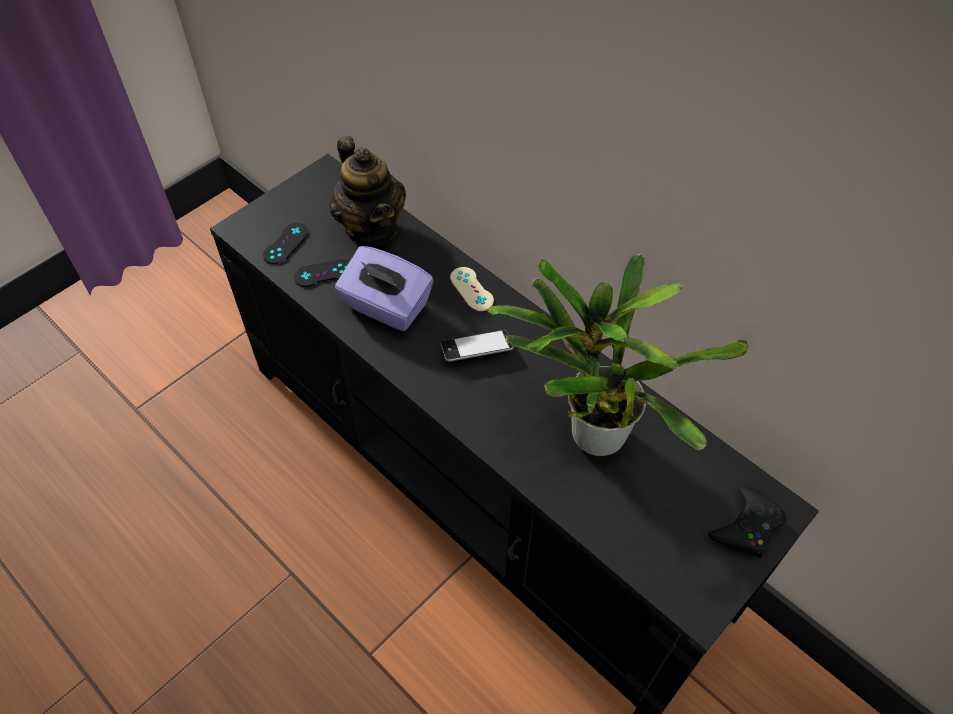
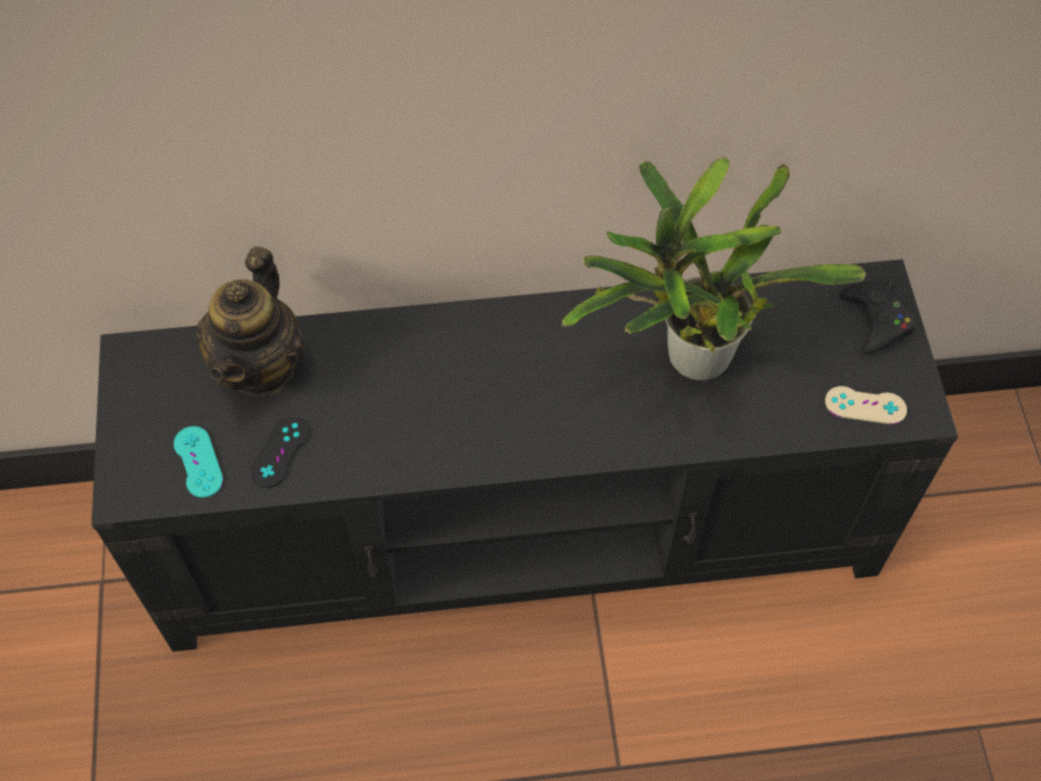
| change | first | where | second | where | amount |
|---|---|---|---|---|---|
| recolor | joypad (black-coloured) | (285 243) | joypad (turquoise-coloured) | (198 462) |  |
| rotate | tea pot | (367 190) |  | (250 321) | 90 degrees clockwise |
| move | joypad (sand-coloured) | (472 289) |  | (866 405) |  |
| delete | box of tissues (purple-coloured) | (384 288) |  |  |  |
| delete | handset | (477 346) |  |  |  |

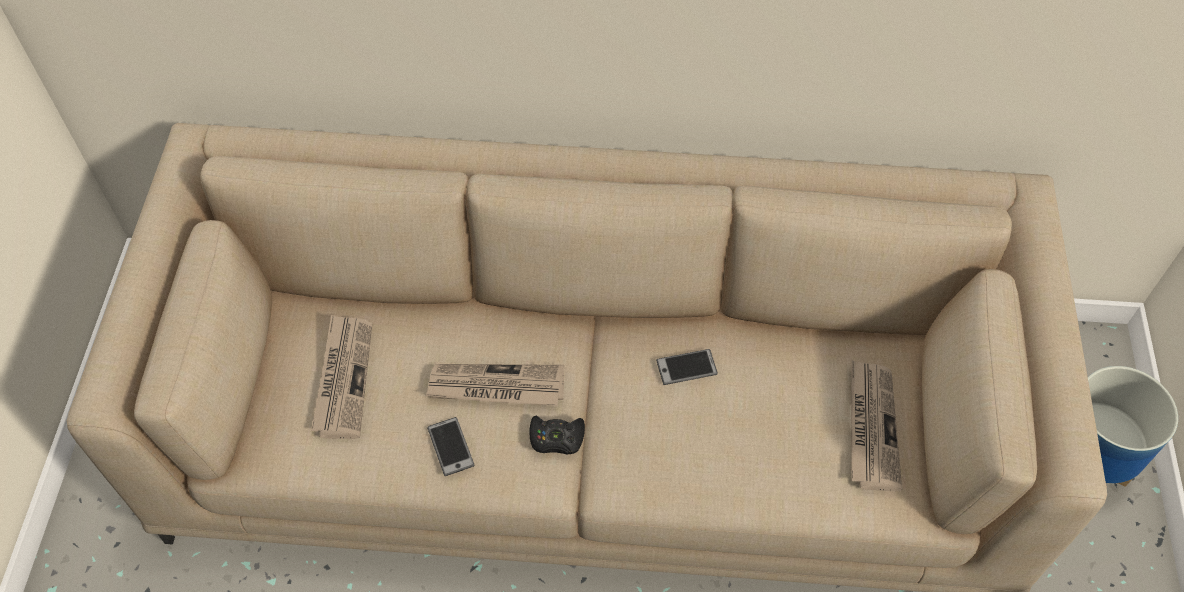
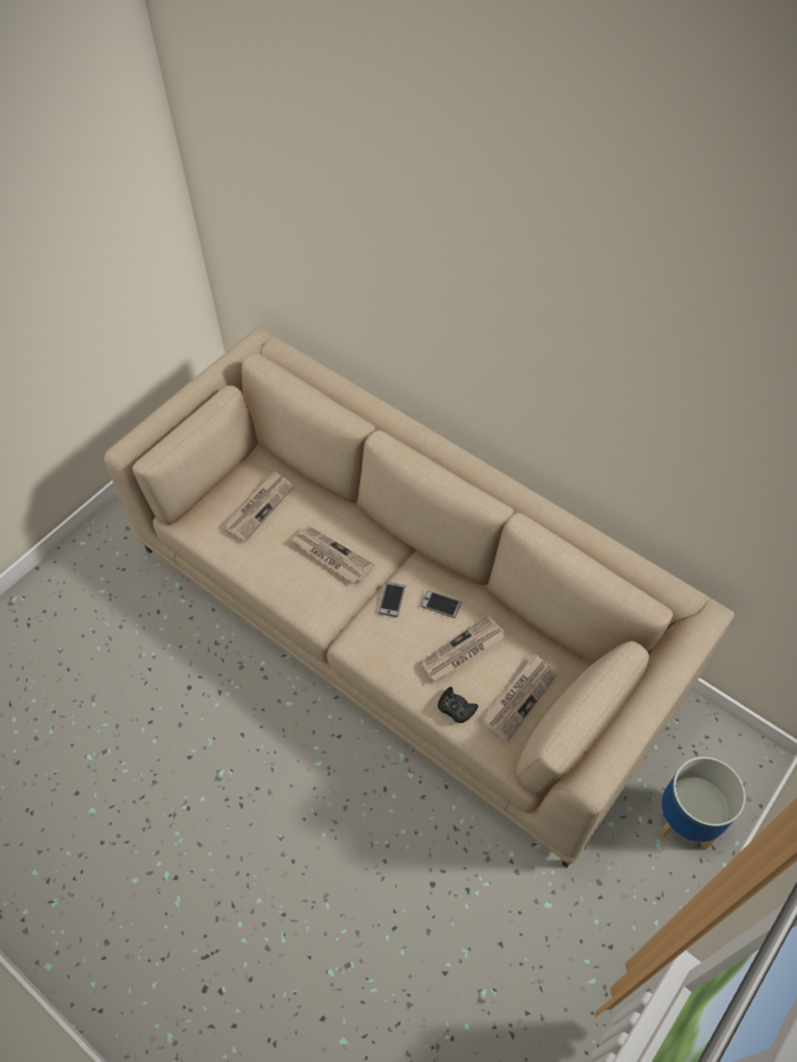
| change | first | where | second | where | amount |
|---|---|---|---|---|---|
| move | handset | (450 446) |  | (392 599) |  |
| insert |  |  | newspaper | (463 648) |  |
| move | joypad (black-coloured) | (557 435) |  | (458 705) |  |

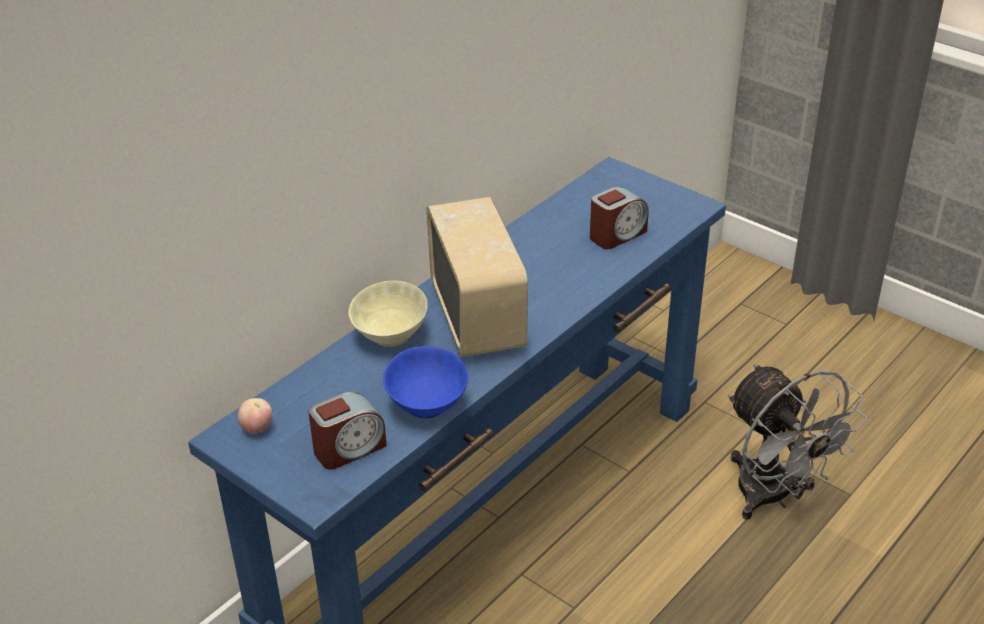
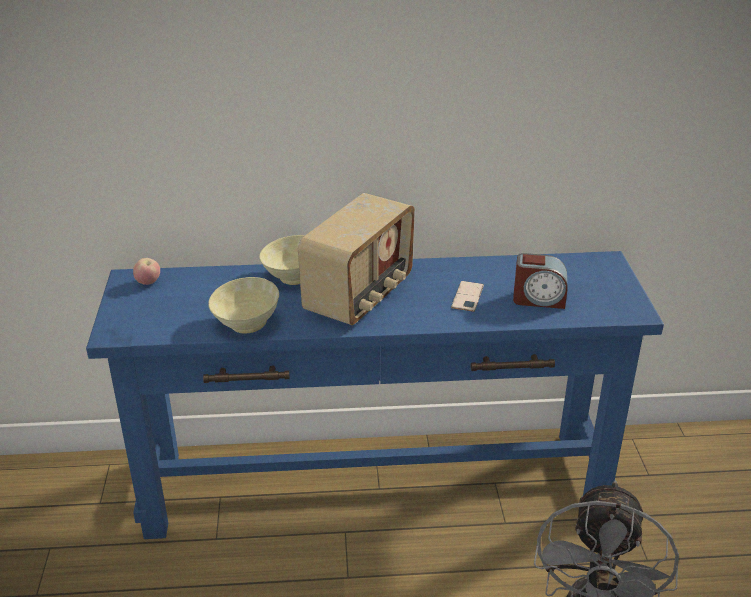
| change | first | where | second | where | amount |
|---|---|---|---|---|---|
| recolor | bowl (blue-coloured) | (425 382) | bowl (sand-coloured) | (243 305) |  |
| insert |  |  | handset | (467 296) |  |
| delete | alarm clock | (347 431) |  |  |  |

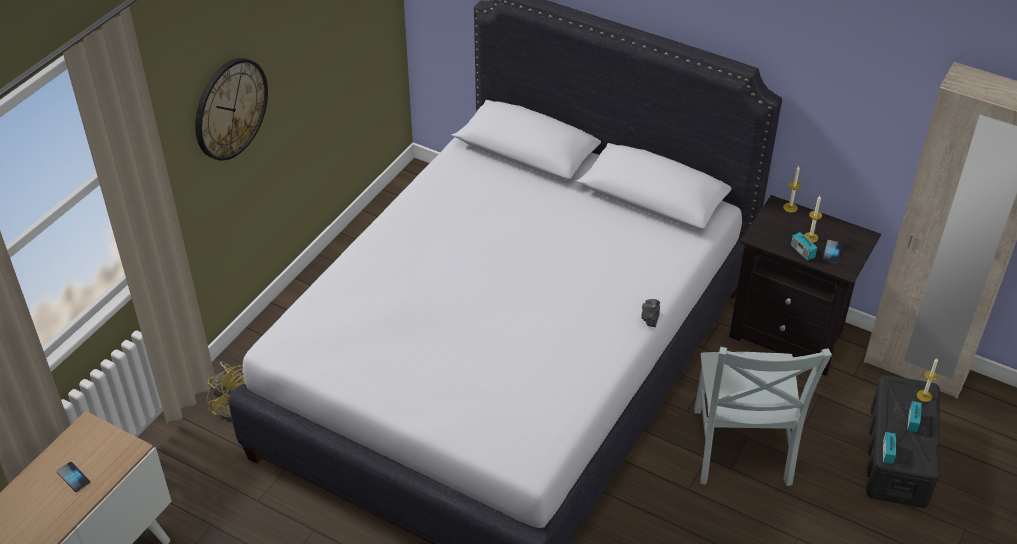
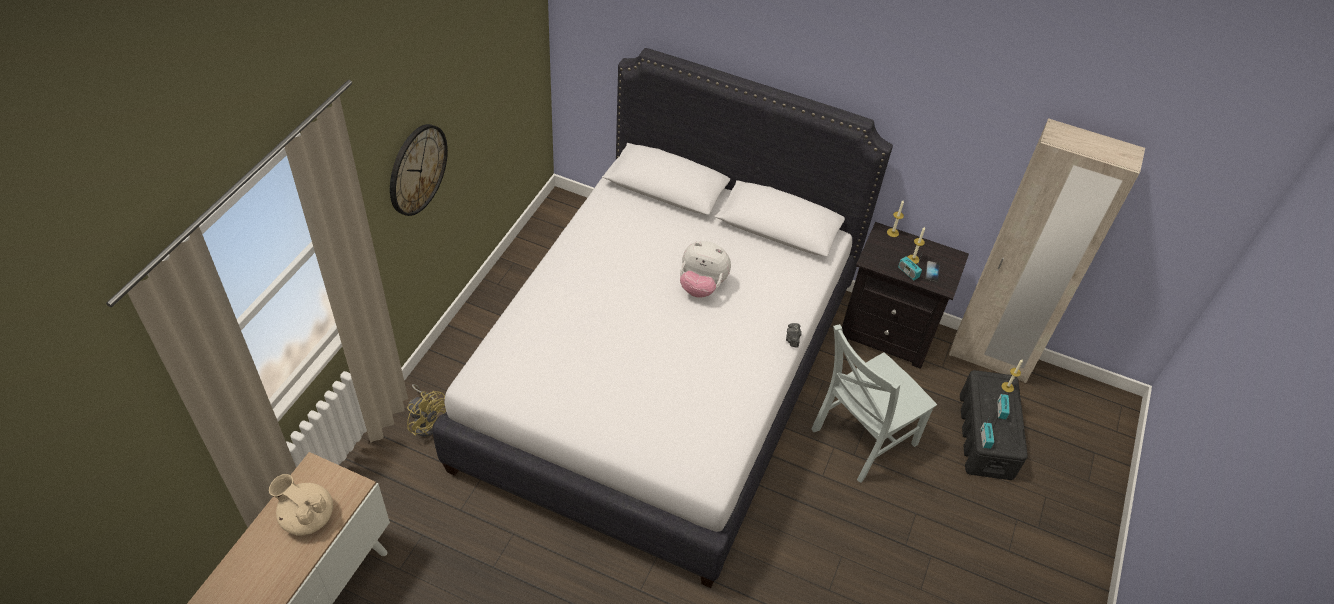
| change | first | where | second | where | amount |
|---|---|---|---|---|---|
| replace | handset | (73 477) | tea pot (sand-coloured) | (301 505) |  |
| insert |  |  | soft toy | (705 269) |  |
| rotate | chair (gray) | (763 416) |  | (874 403) | 60 degrees clockwise |

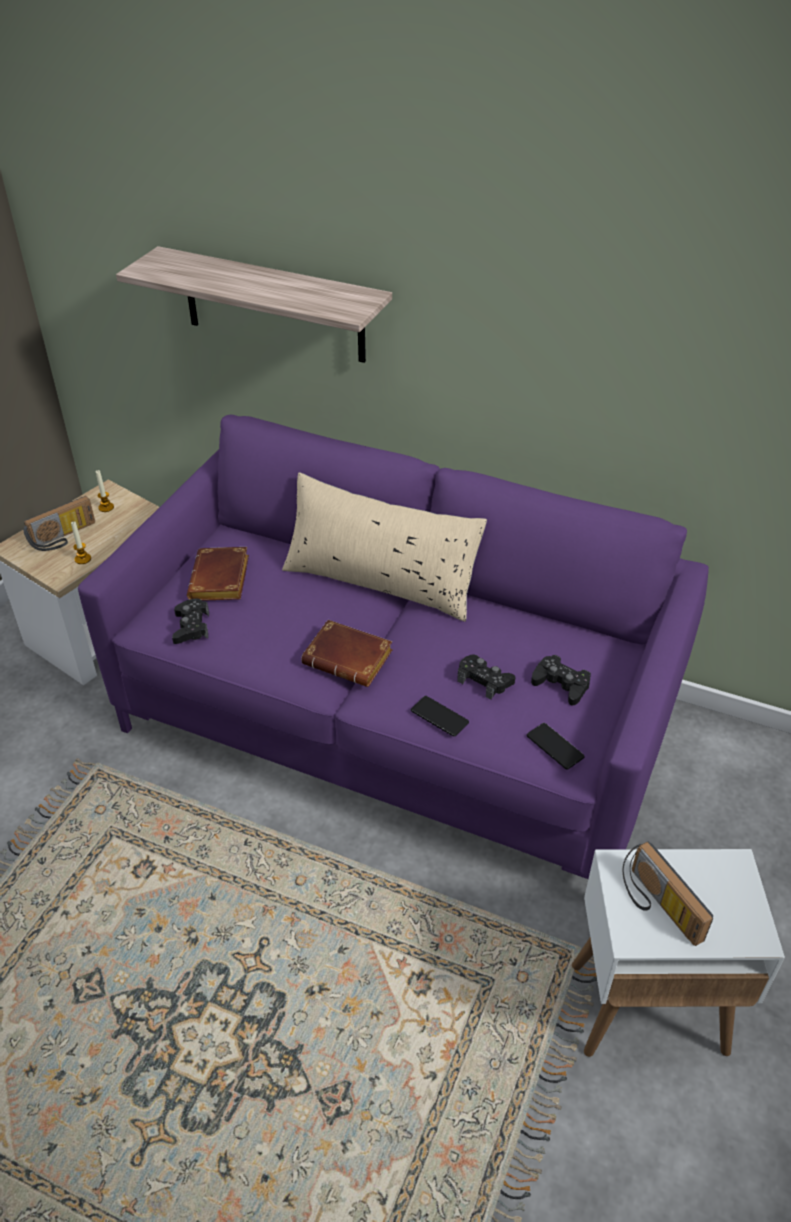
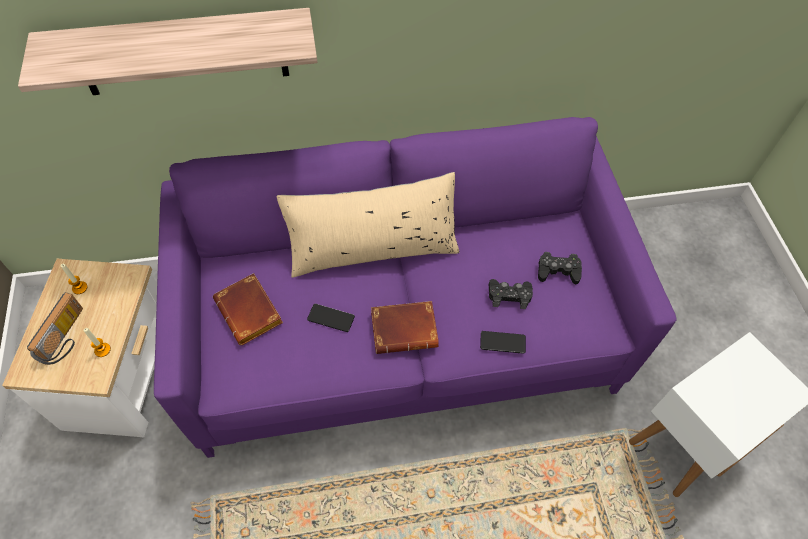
| change | first | where | second | where | amount |
|---|---|---|---|---|---|
| move | handset | (556 746) |  | (331 318) |  |
| delete | joypad (black-coloured) | (190 621) |  |  |  |
| delete | radio | (668 893) |  |  |  |

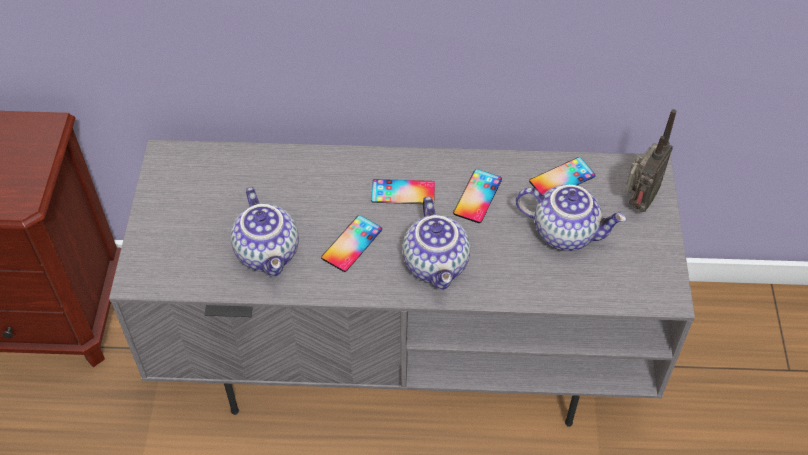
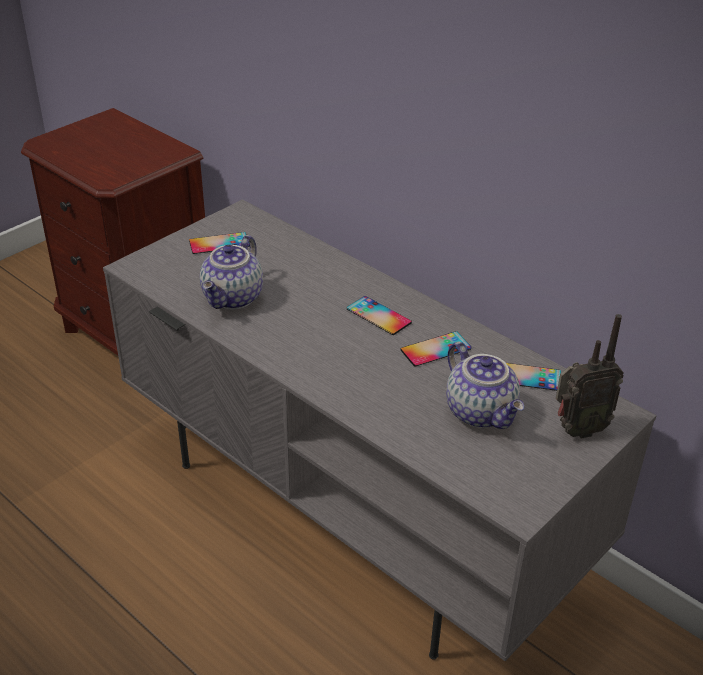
| change | first | where | second | where | amount |
|---|---|---|---|---|---|
| move | handset | (351 243) |  | (219 243) |  |
| delete | tea pot | (436 243) |  |  |  |

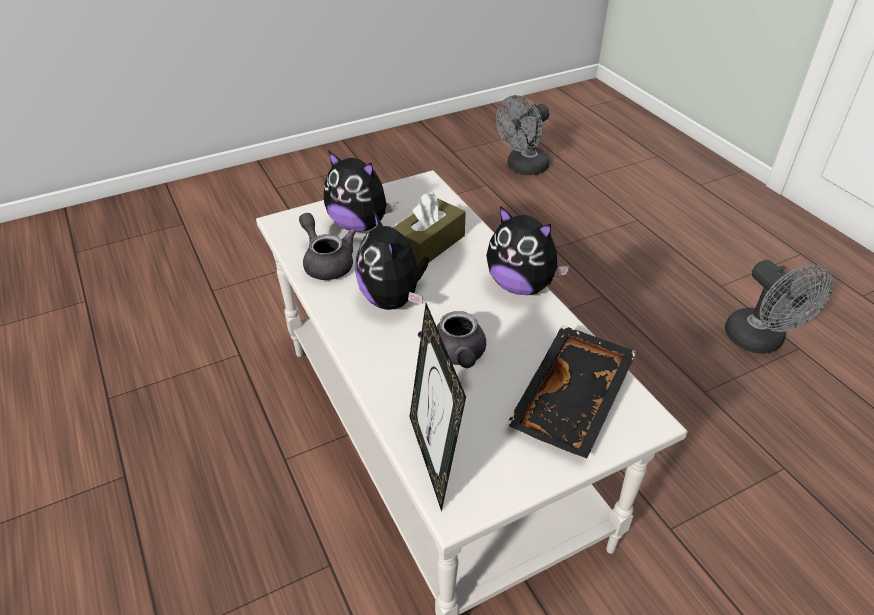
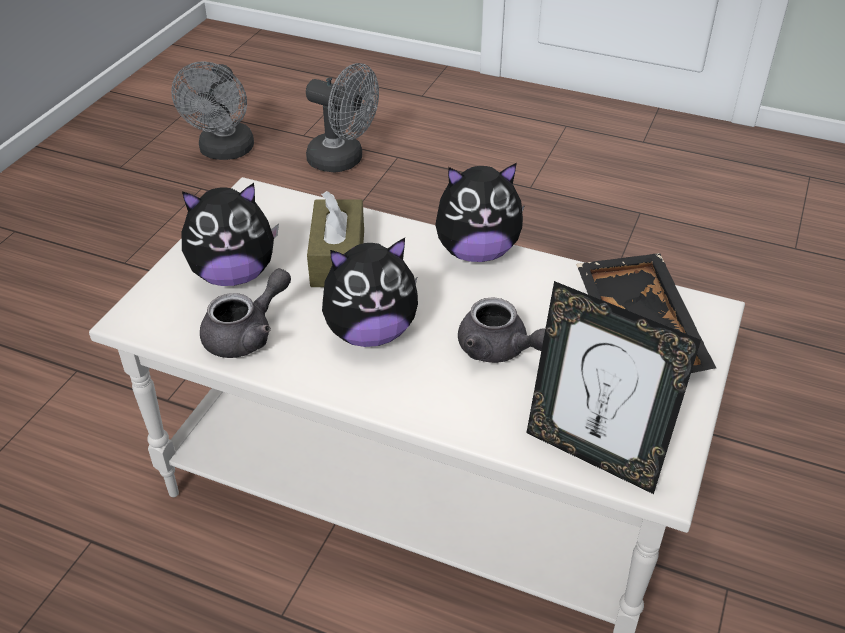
| change | first | where | second | where | amount |
|---|---|---|---|---|---|
| rotate | tea pot (gray) | (327 246) |  | (245 313) | 120 degrees clockwise |
| move | electric fan (gray) | (779 307) |  | (342 118) |  |
| rotate | soft toy | (392 260) |  | (370 292) | 45 degrees counterclockwise |

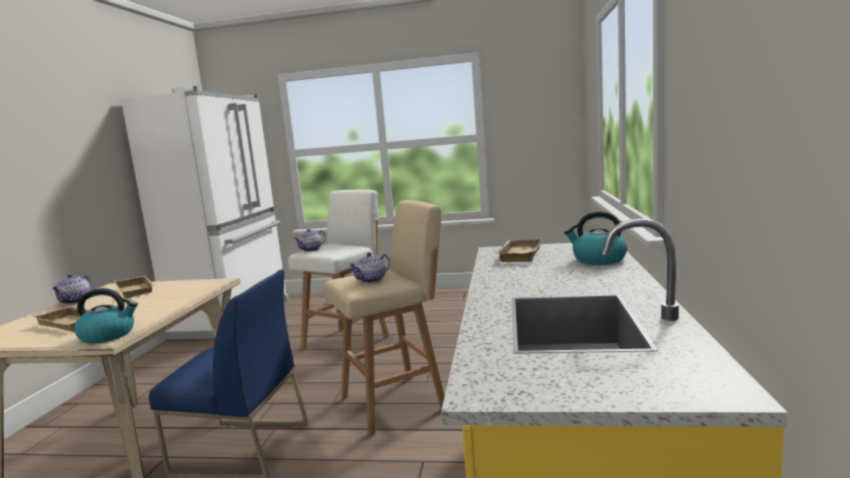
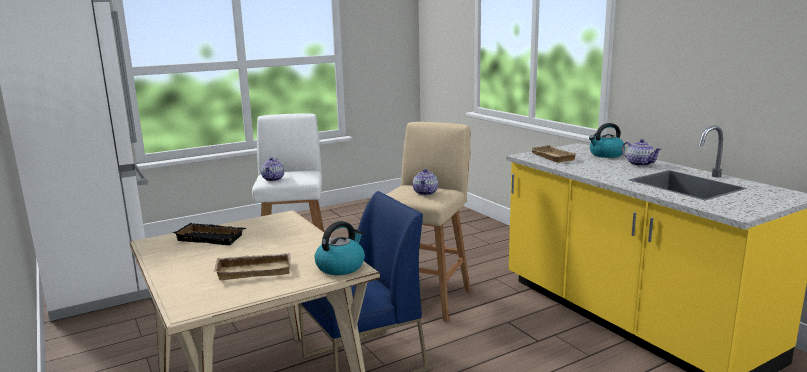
| change | first | where | second | where | amount |
|---|---|---|---|---|---|
| recolor | serving tray (sand-coloured) | (134 287) | serving tray (black-coloured) | (209 234) |  |
| move | tea pot | (71 289) |  | (641 152) |  |

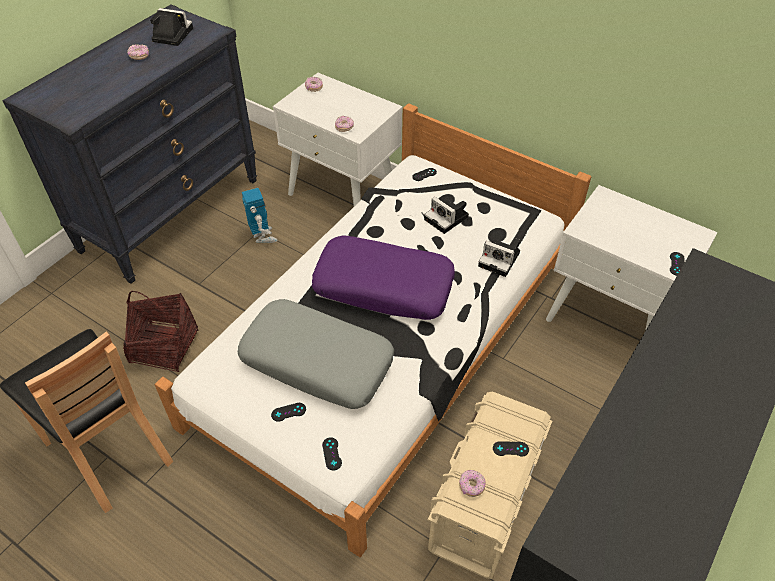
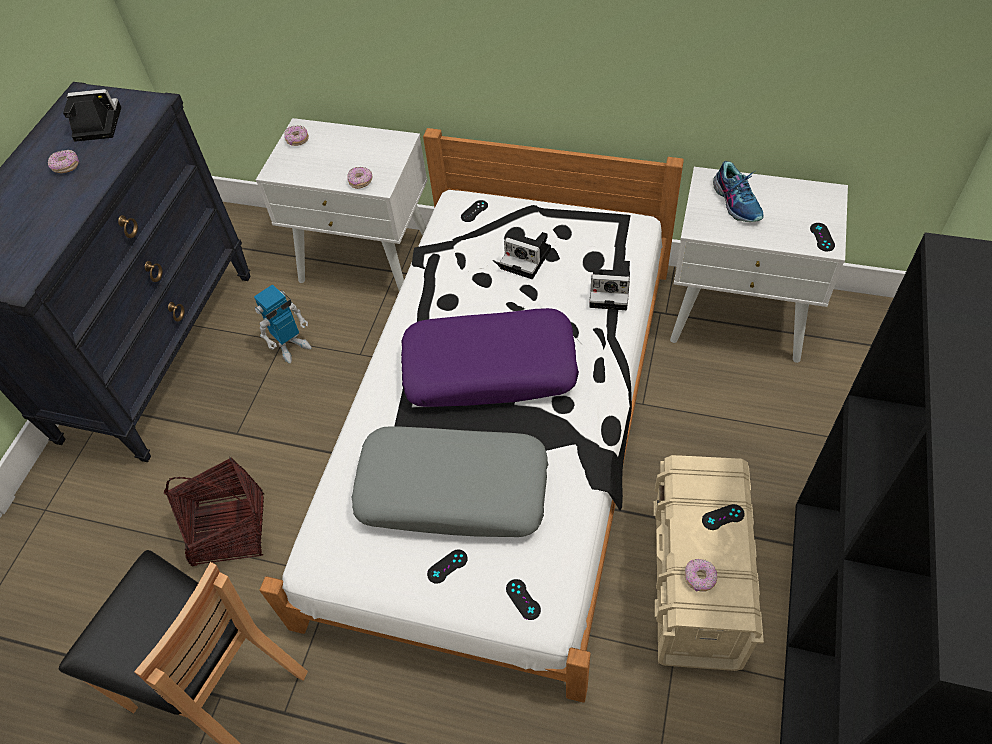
| change | first | where | second | where | amount |
|---|---|---|---|---|---|
| rotate | robot figure | (260 215) |  | (283 323) | 90 degrees clockwise |
| insert |  |  | shoe | (738 191) |  |

